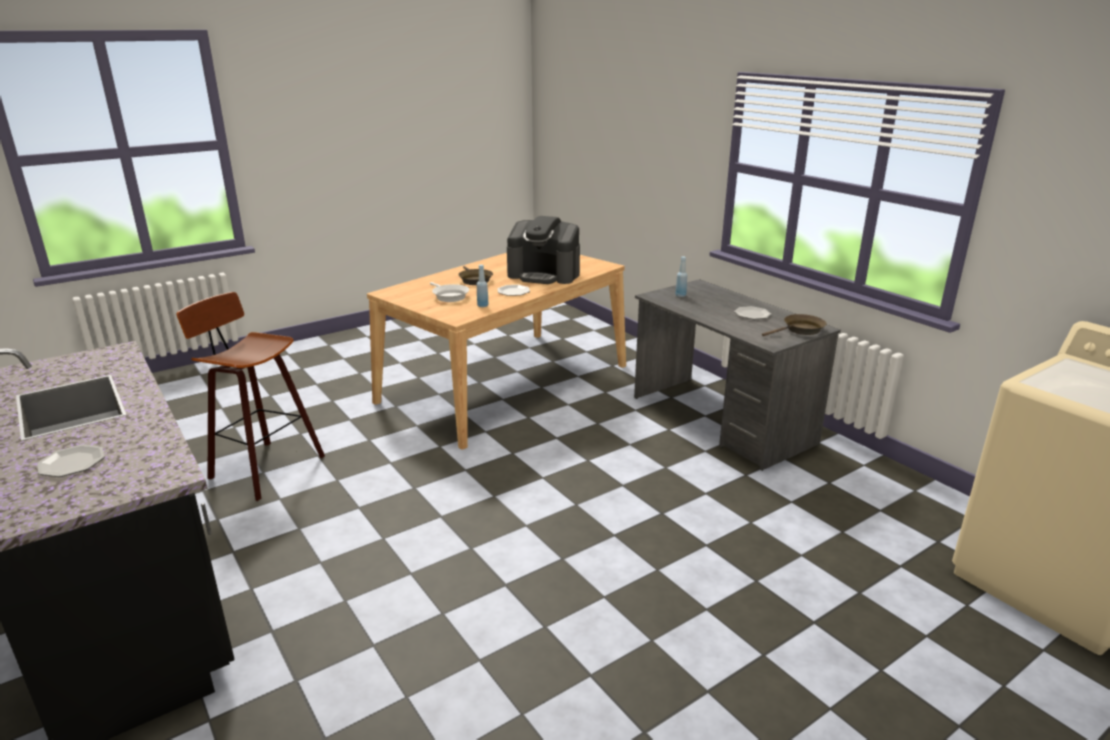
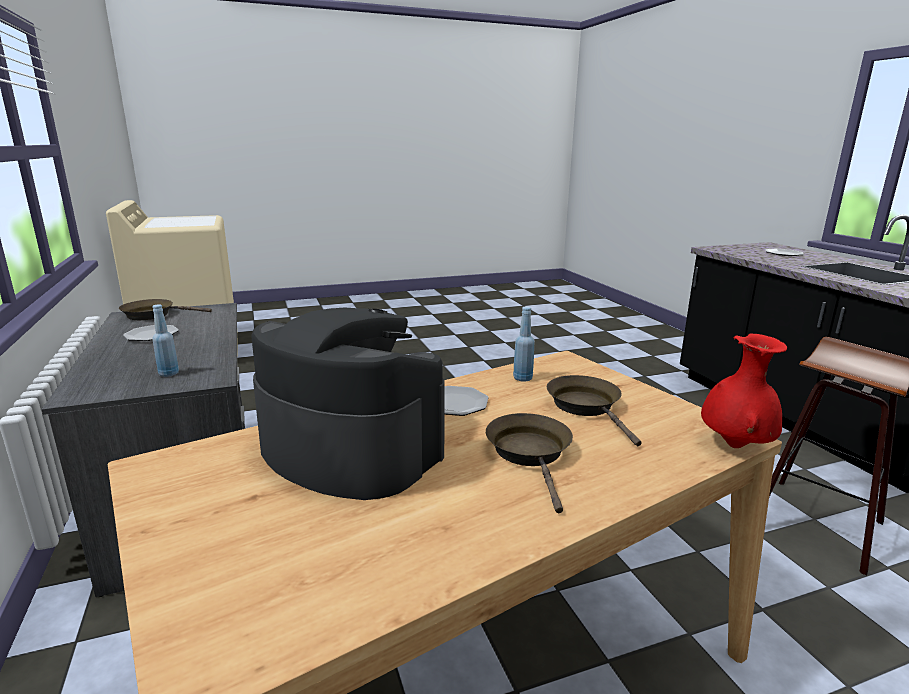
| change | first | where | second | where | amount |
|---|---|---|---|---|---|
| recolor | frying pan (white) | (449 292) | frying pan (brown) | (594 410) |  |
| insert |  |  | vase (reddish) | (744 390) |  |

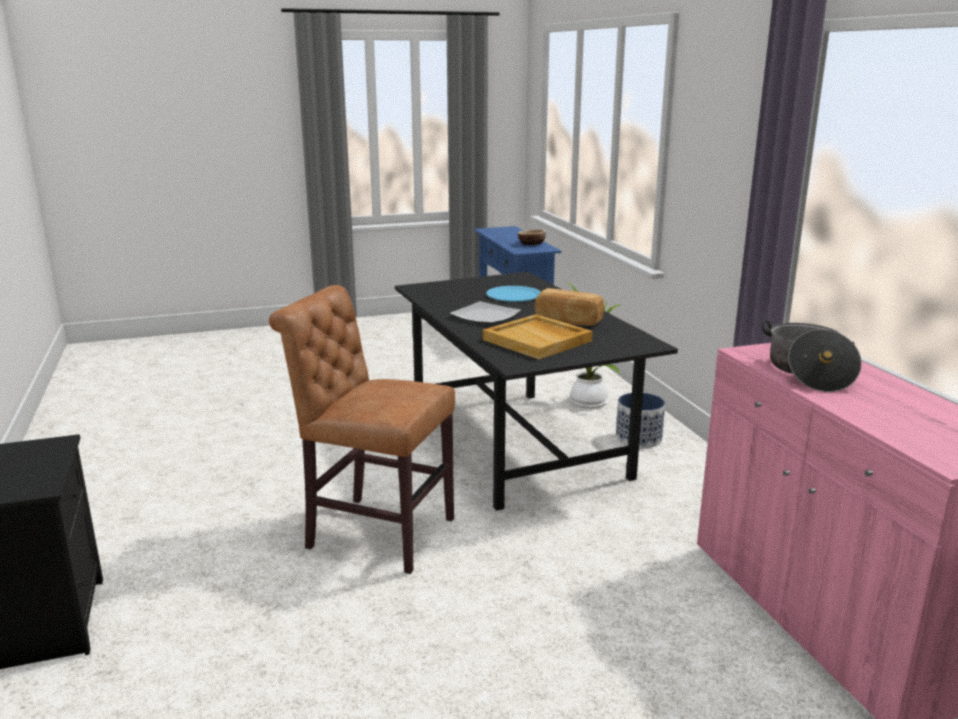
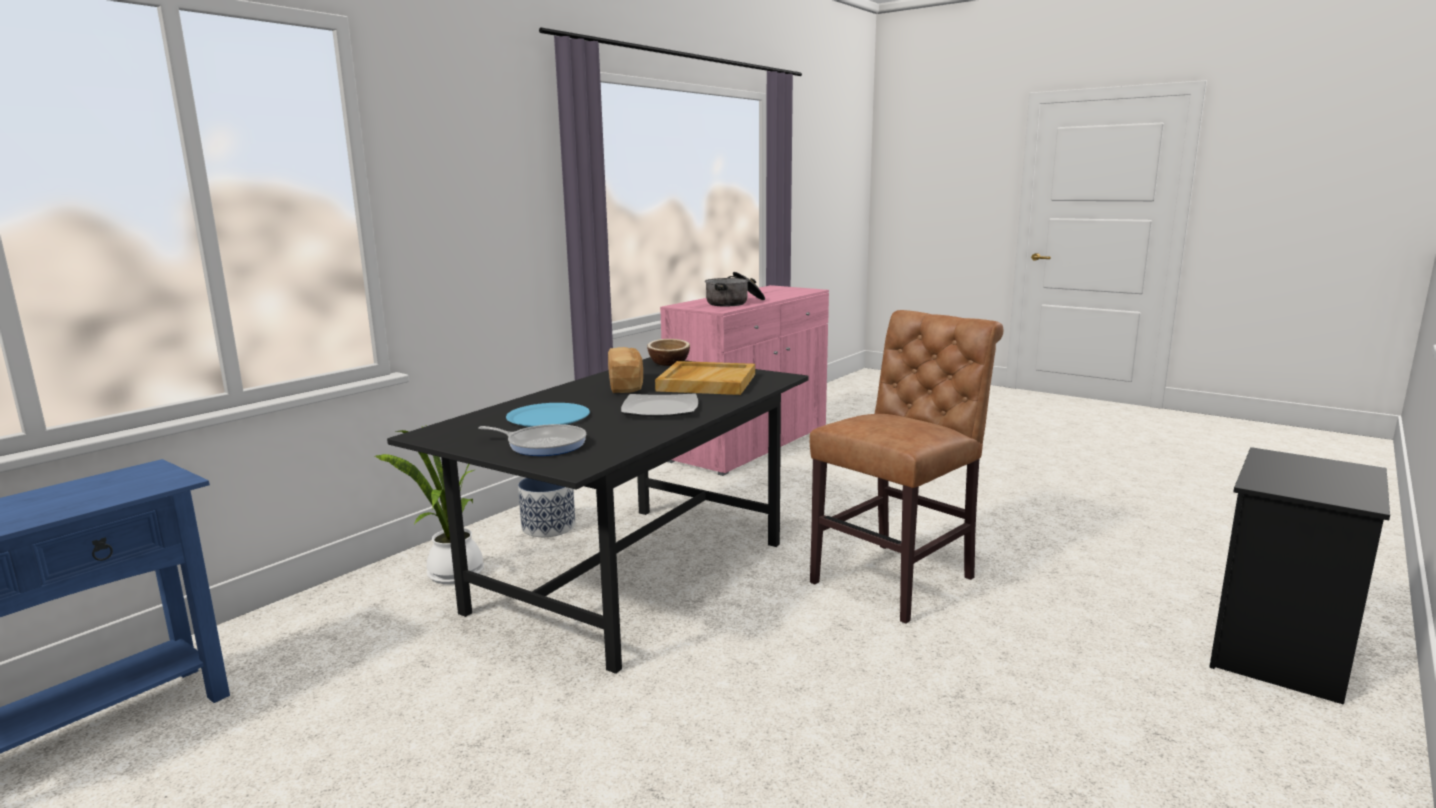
| change | first | where | second | where | amount |
|---|---|---|---|---|---|
| insert |  |  | frying pan | (532 440) |  |
| move | bowl | (532 237) |  | (668 352) |  |
| rotate | chair (brown) | (362 429) |  | (906 467) | 120 degrees counterclockwise |

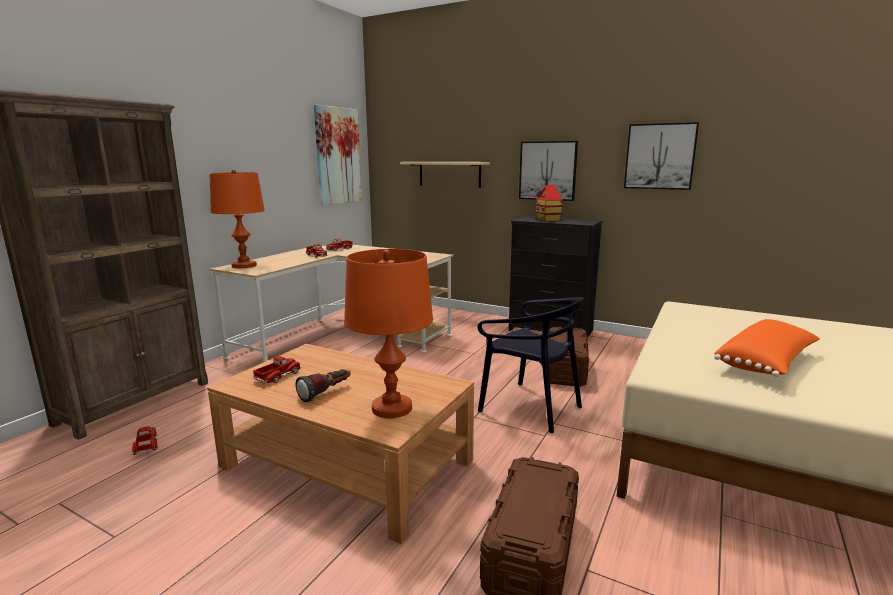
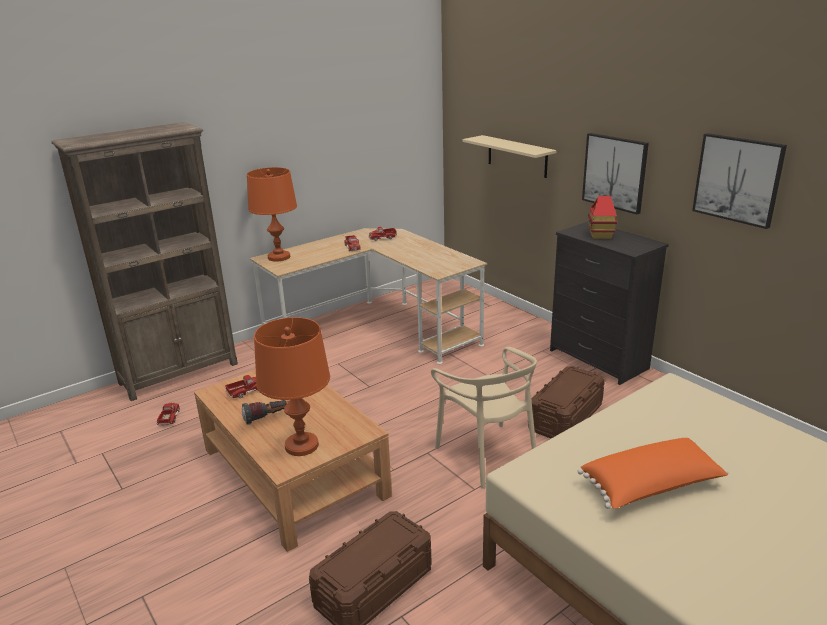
| change | first | where | second | where | amount |
|---|---|---|---|---|---|
| recolor | chair (black-coloured) | (530 365) | chair (sand-coloured) | (484 418) |  |
| delete | wall picture | (338 155) |  |  |  |

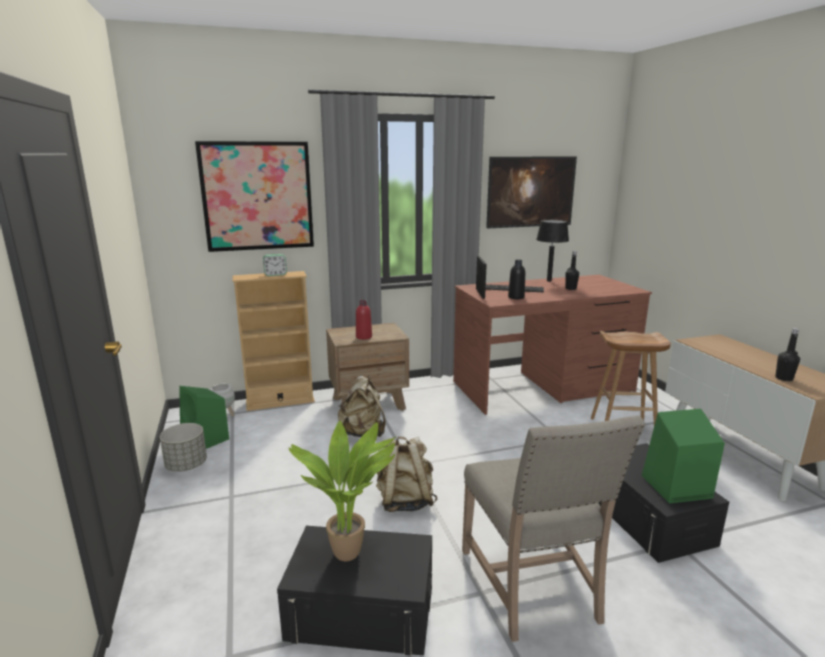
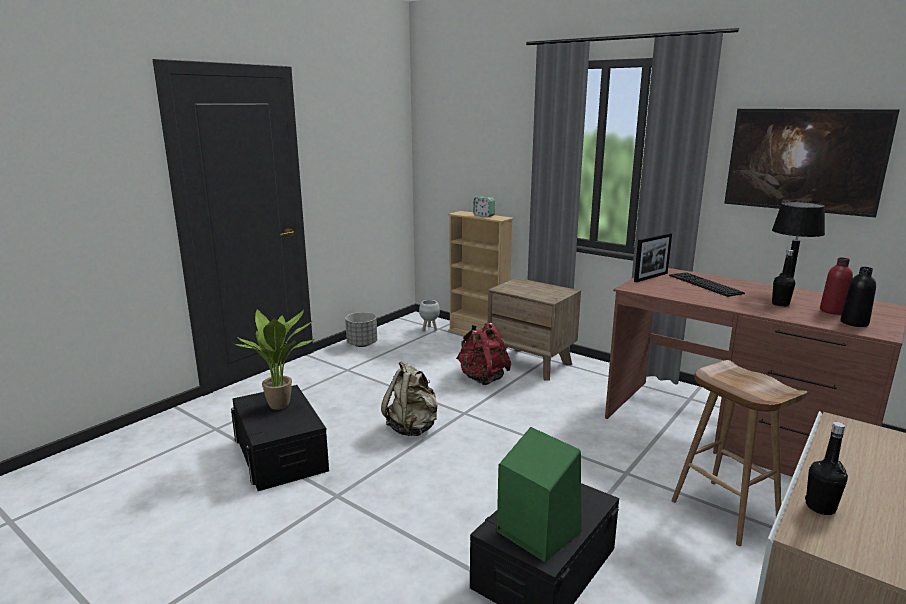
| change | first | where | second | where | amount |
|---|---|---|---|---|---|
| recolor | rucksack (sand-coloured) | (361 406) | rucksack (reddish) | (483 354) |  |
| move | beverage bottle (reddish) | (364 320) |  | (836 286) |  |
| move | beverage bottle (black-coloured) | (516 279) |  | (858 297) |  |
| delete | loudspeaker (greenish) | (204 417) |  |  |  |
| delete | wall picture | (254 196) |  |  |  |
| delete | chair (sand-coloured) | (553 529) |  |  |  |

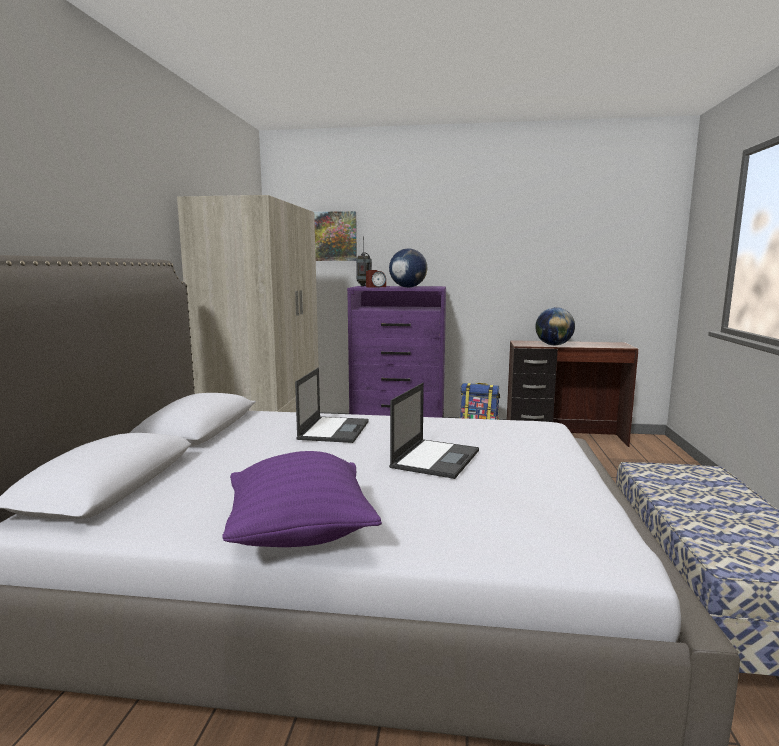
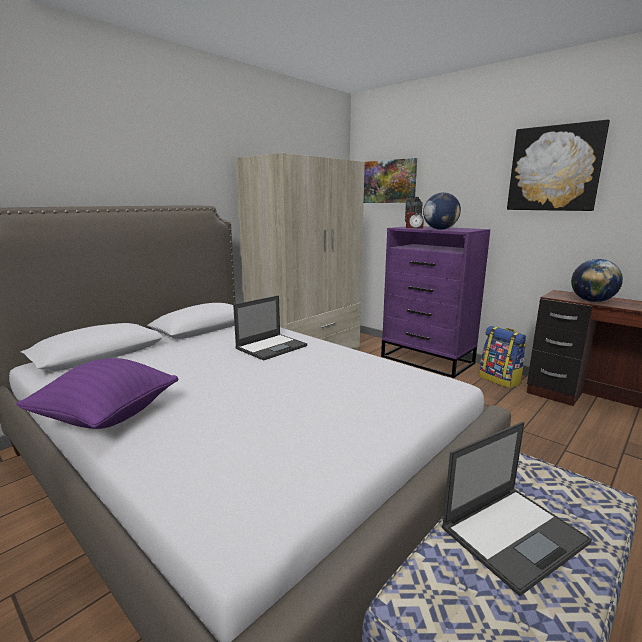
| change | first | where | second | where | amount |
|---|---|---|---|---|---|
| move | laptop | (434 431) |  | (516 509) |  |
| insert |  |  | wall picture | (558 165) |  |

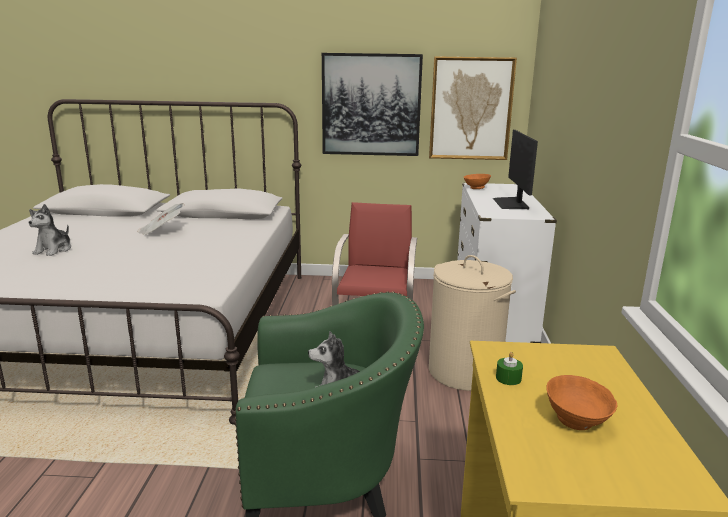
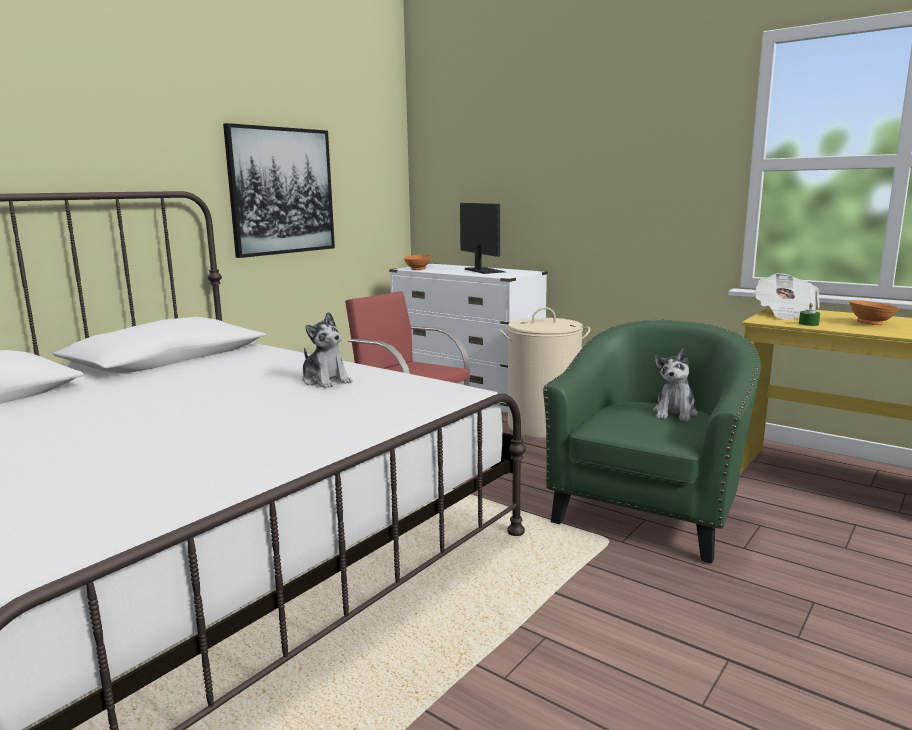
| change | first | where | second | where | amount |
|---|---|---|---|---|---|
| move | soft toy | (49 230) |  | (327 350) |  |
| rotate | computer display | (515 169) |  | (482 238) | 150 degrees counterclockwise |
| move | newspaper | (161 219) |  | (787 296) |  |
| delete | wall picture | (473 108) |  |  |  |

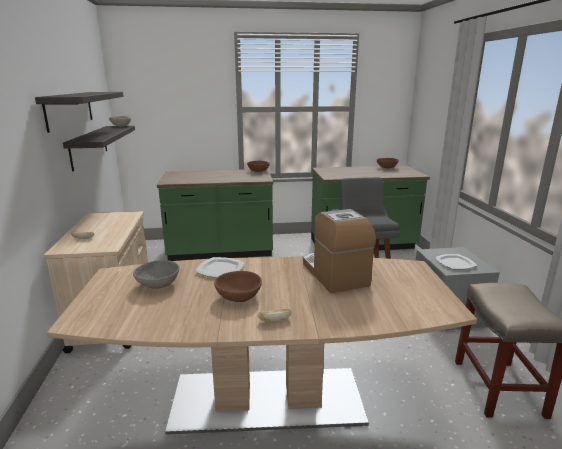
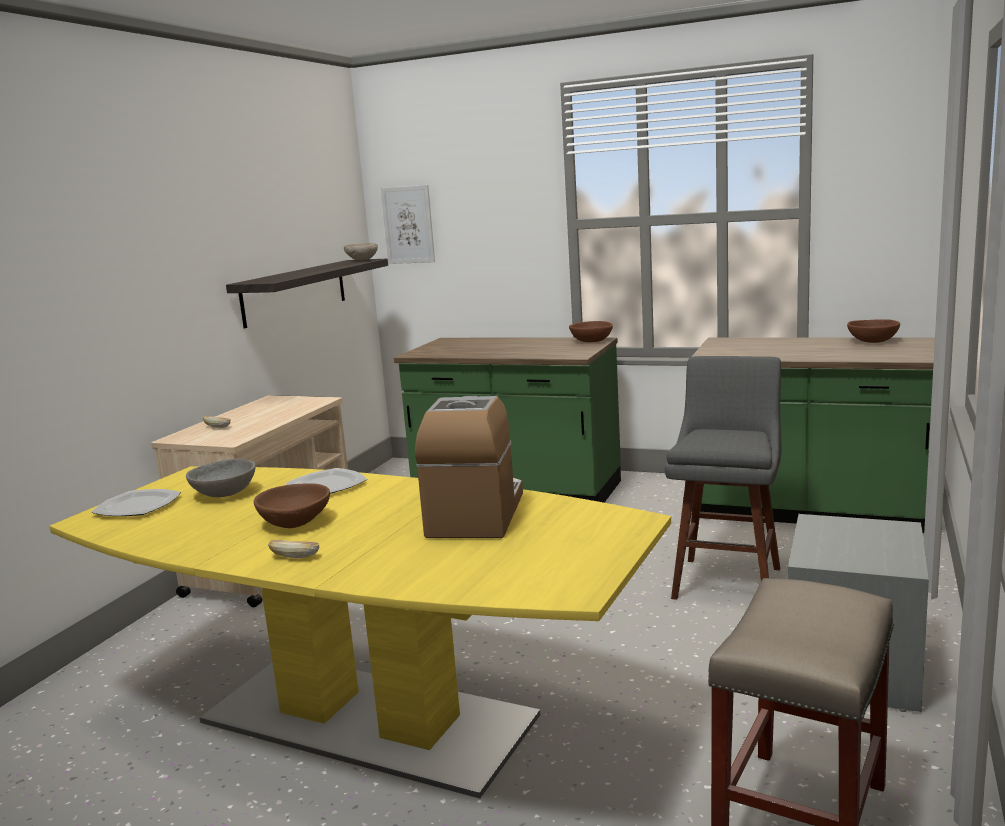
| change | first | where | second | where | amount |
|---|---|---|---|---|---|
| recolor | dining table (brown) | (261 345) | dining table (yellow-coloured) | (360 633) |  |
| move | dinner plate | (456 261) |  | (136 502) |  |
| insert |  |  | wall picture | (408 224) |  |
| delete | bracket shelf | (79 112) |  |  |  |

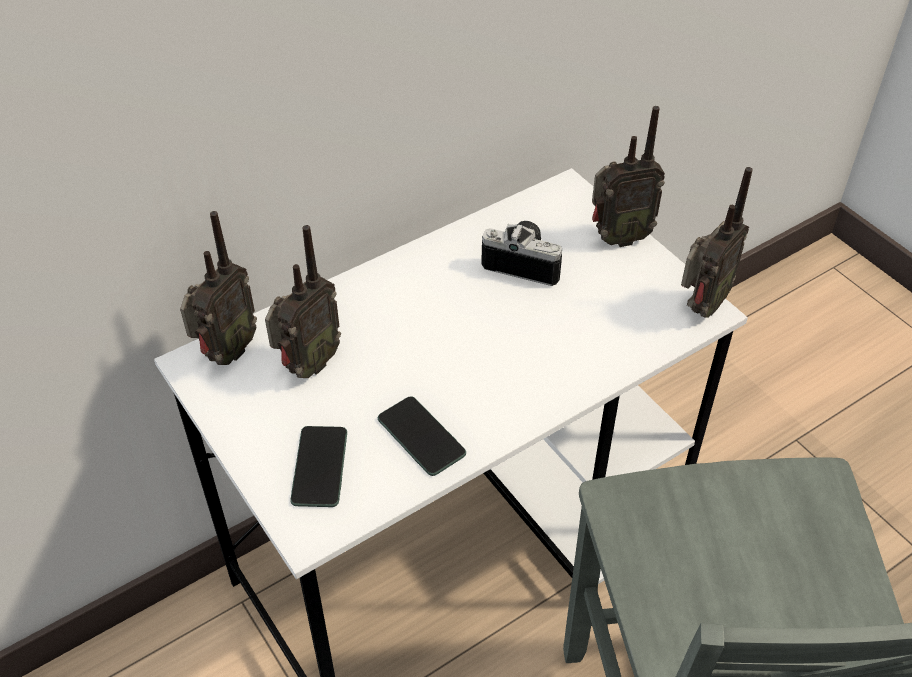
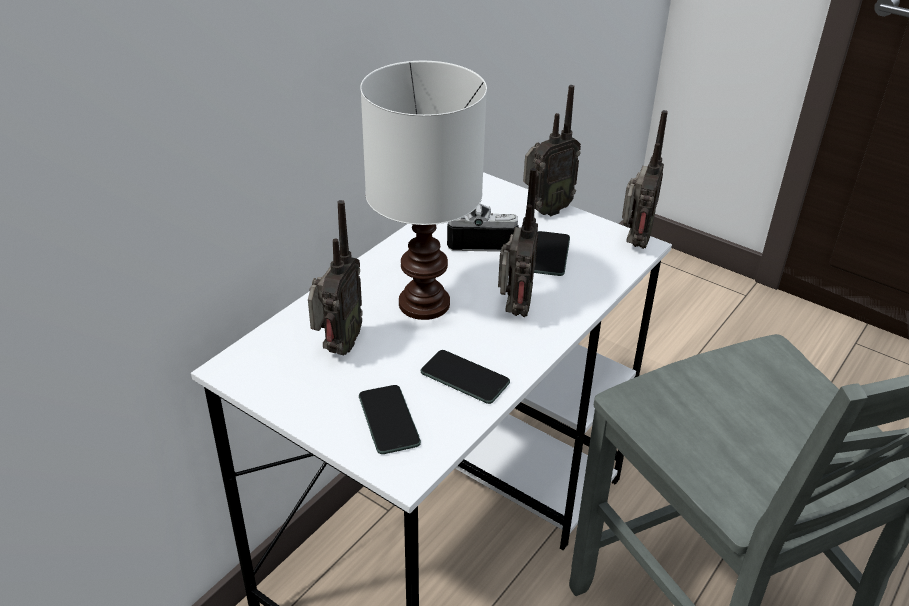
| change | first | where | second | where | amount |
|---|---|---|---|---|---|
| insert |  |  | tabletop lamp (white) | (423 190) |  |
| move | radio | (218 288) |  | (518 242) |  |
| insert |  |  | handset | (552 253) |  |

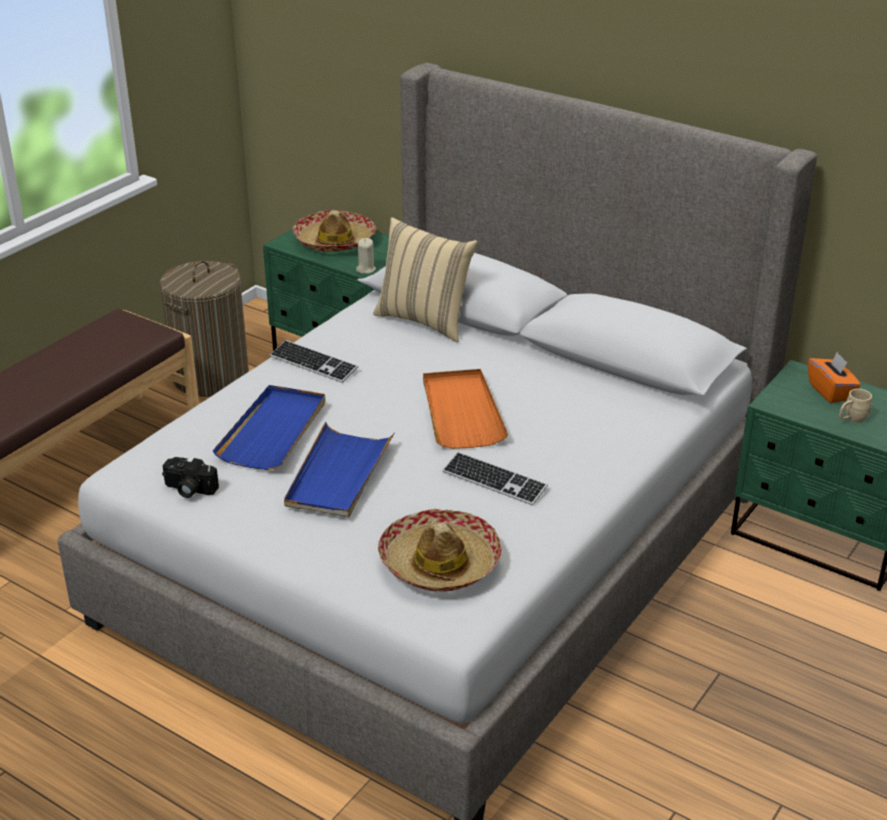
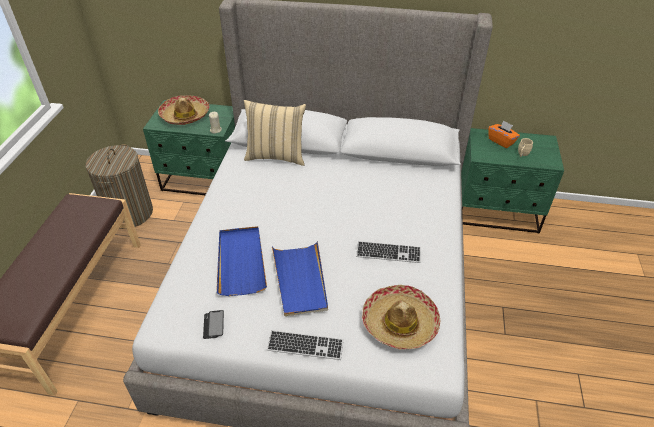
| change | first | where | second | where | amount |
|---|---|---|---|---|---|
| replace | photo camera | (190 477) | handset | (213 324) |  |
| move | PC keyboard | (314 361) |  | (305 345) |  |
| delete | serving tray (orangey) | (465 409) |  |  |  |

